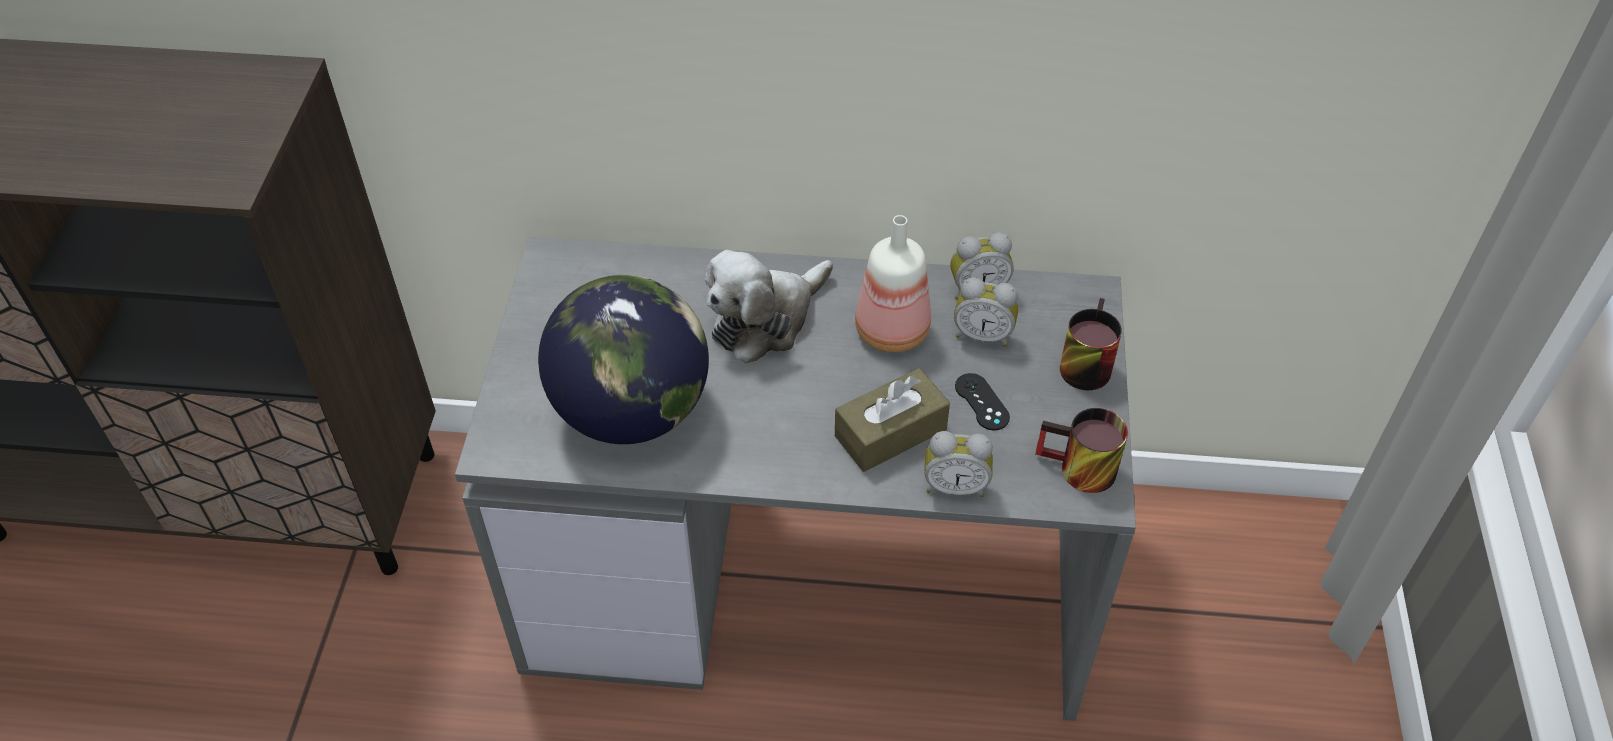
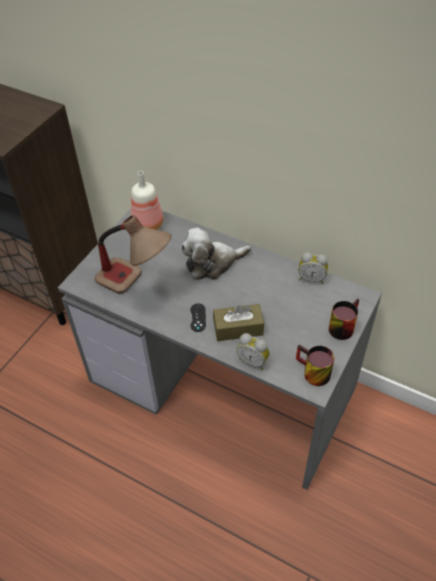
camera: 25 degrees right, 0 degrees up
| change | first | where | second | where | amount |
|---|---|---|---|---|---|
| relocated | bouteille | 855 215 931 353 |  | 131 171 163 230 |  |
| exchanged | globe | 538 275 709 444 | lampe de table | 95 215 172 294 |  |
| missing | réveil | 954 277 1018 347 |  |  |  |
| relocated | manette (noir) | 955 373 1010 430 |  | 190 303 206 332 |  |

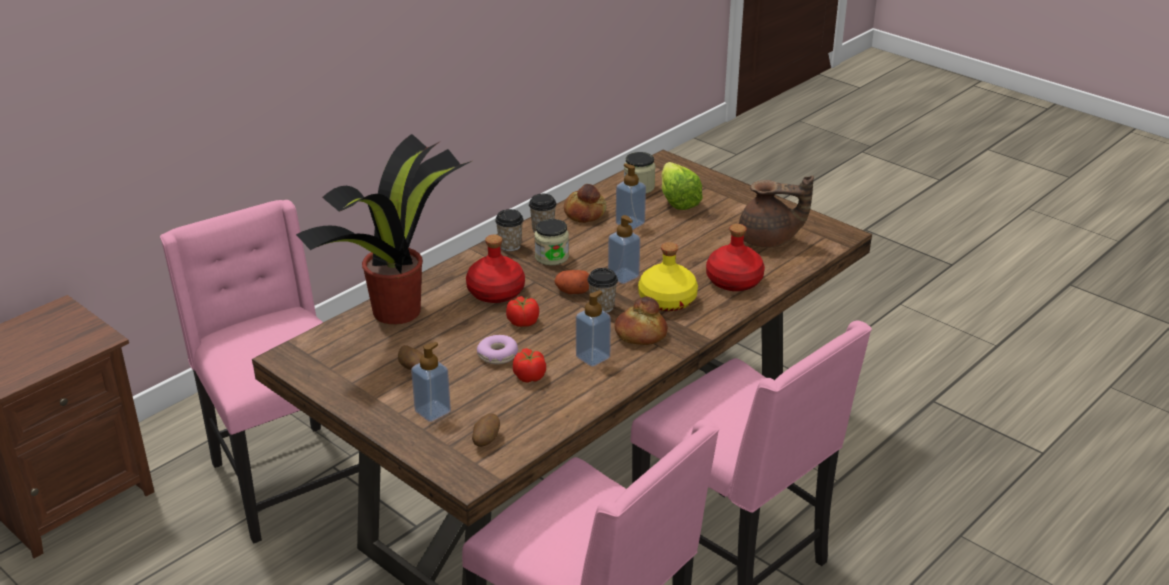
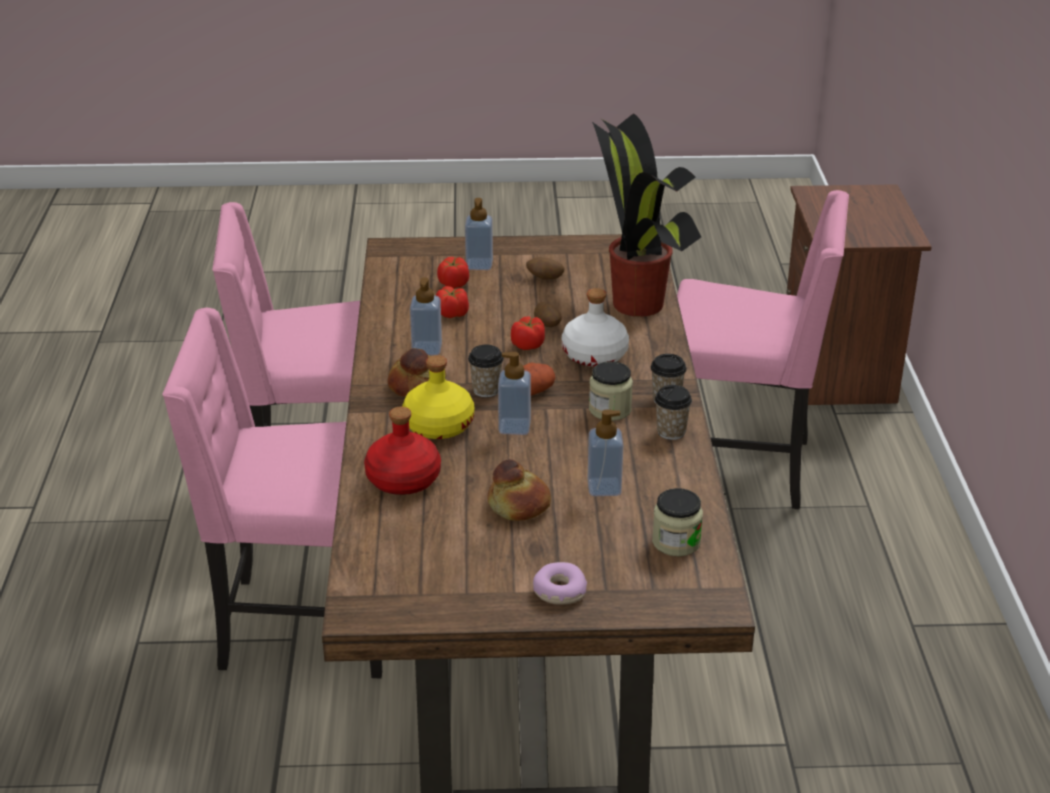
camera: 135 degrees right, 0 degrees up
| change | first | where | second | where | amount |
|---|---|---|---|---|---|
| missing | laitue | 661 162 703 210 |  |  |  |
| missing | théière (marron) | 739 175 814 248 |  |  |  |
| relocated | pain | 564 184 607 223 |  | 488 459 551 521 |  |
| colour | bouteille (rouge) | 466 235 525 303 | bouteille (blanc) | 562 288 629 367 |  |
| relocated | beignet | 477 335 518 364 |  | 533 562 587 605 |  |
| relocated | pomme de terre | 472 413 500 447 |  | 534 302 562 327 |  |
| appeared |  |  | tomate | 437 257 469 289 |  |

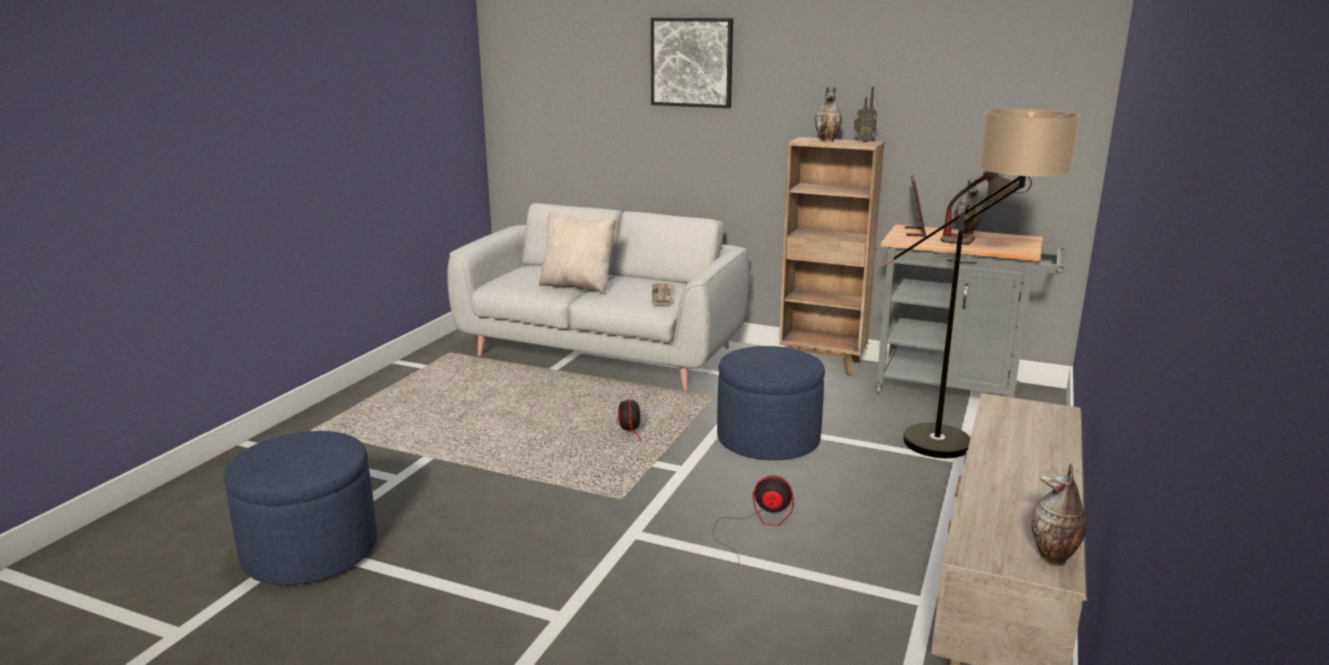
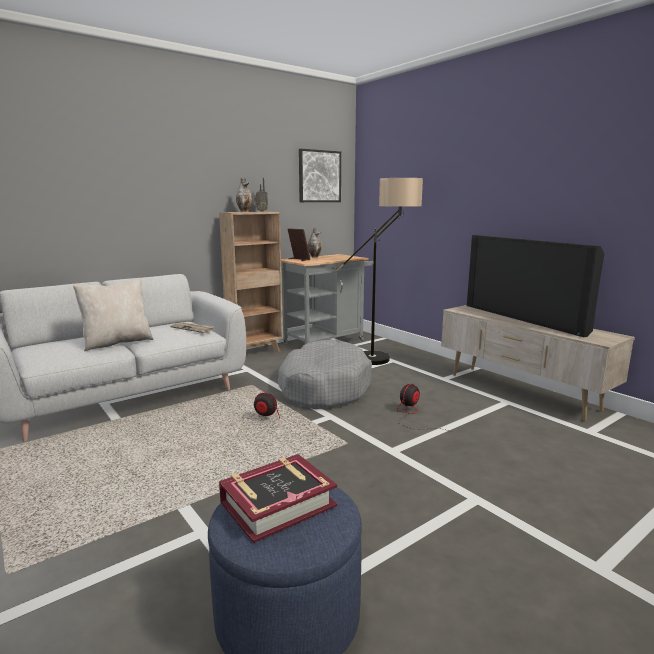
camera: 60 degrees left, 5 degrees down
| change | first | where | second | where | amount |
|---|---|---|---|---|---|
| relocated | tableau | 651 18 733 108 |  | 299 149 341 202 |  |
| missing | lampe de table | 940 171 1019 245 |  |  |  |
| exchanged | pouf (bleu) | 717 346 825 460 | panier pour chien (gris) | 278 339 372 409 |  |
| missing | vase | 1031 463 1087 566 |  |  |  |
| appeared |  |  | téléviseur | 467 235 605 337 |  |
| appeared |  |  | livre | 219 454 337 543 |  |

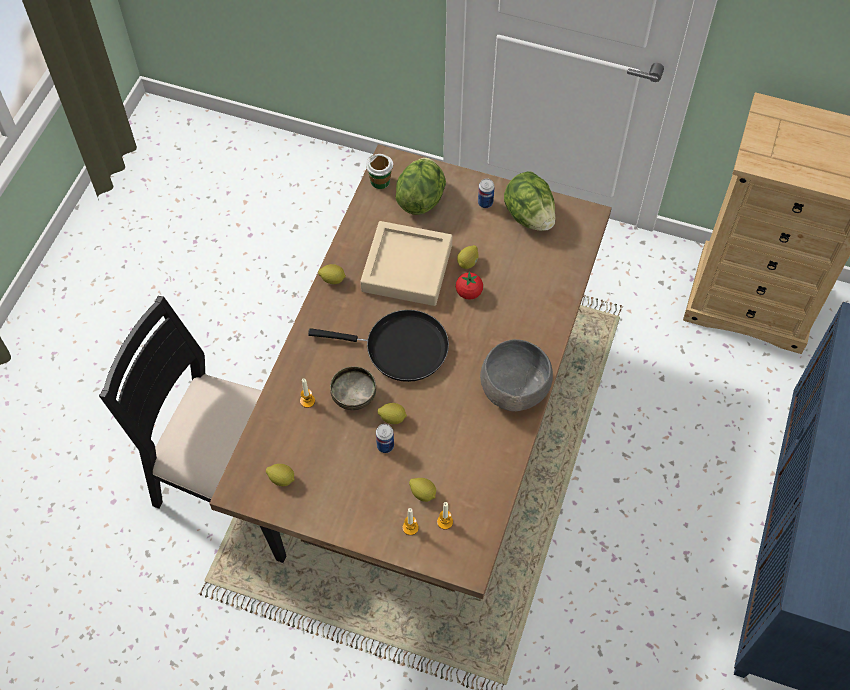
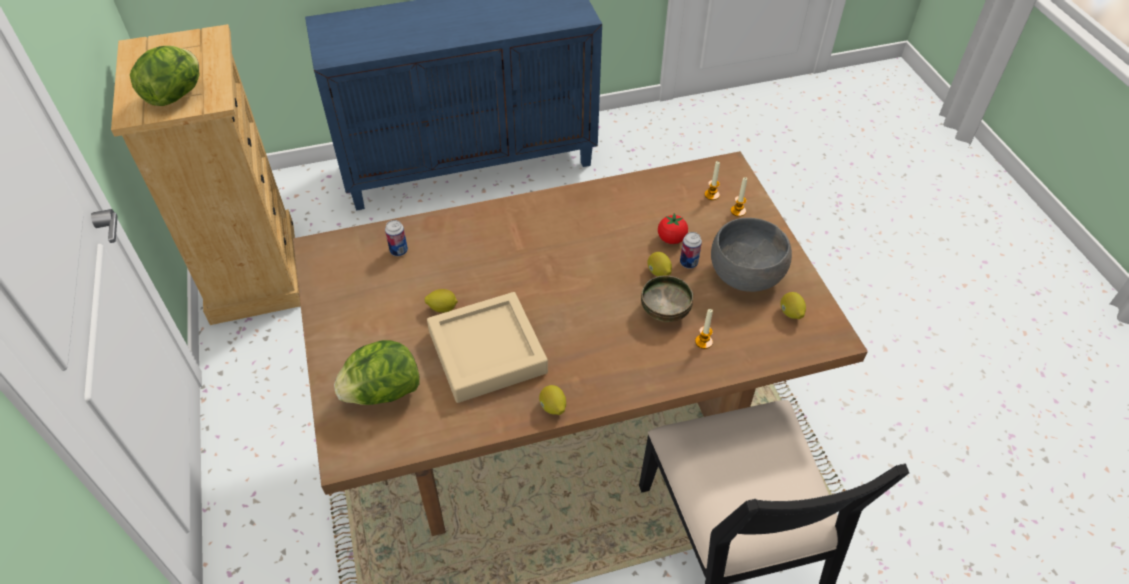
camera: 125 degrees left, 10 degrees down
| change | first | where | second | where | amount |
|---|---|---|---|---|---|
| missing | tasse | 366 154 393 189 |  |  |  |
| relocated | laitue | 504 171 556 231 |  | 130 46 200 106 |  |
| relocated | boîte métallique | 478 178 495 208 |  | 385 220 408 256 |  |
| relocated | tomate | 456 271 483 300 |  | 658 213 688 244 |  |
| missing | poêle (noir) | 308 310 449 382 |  |  |  |
| relocated | bol (gris) | 480 339 553 411 |  | 711 218 792 292 |  |
| missing | citron | 409 478 436 502 |  |  |  |

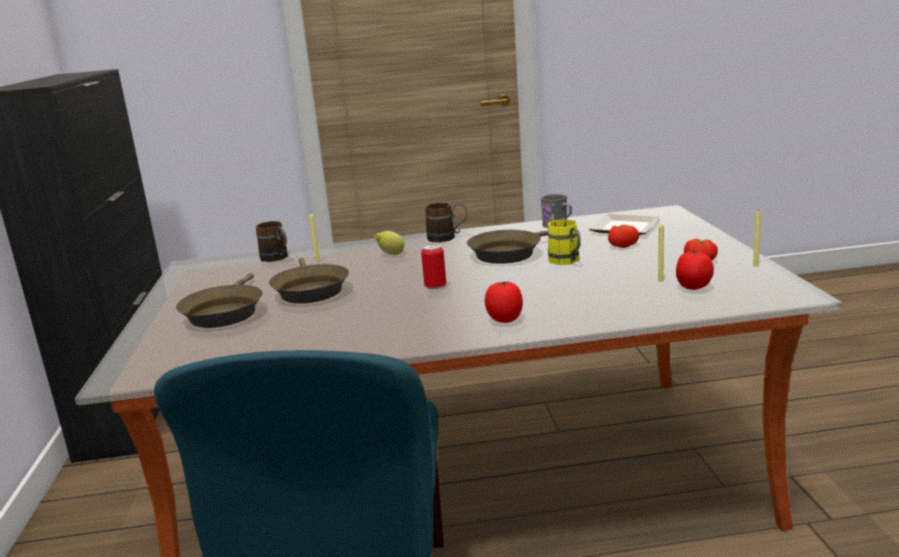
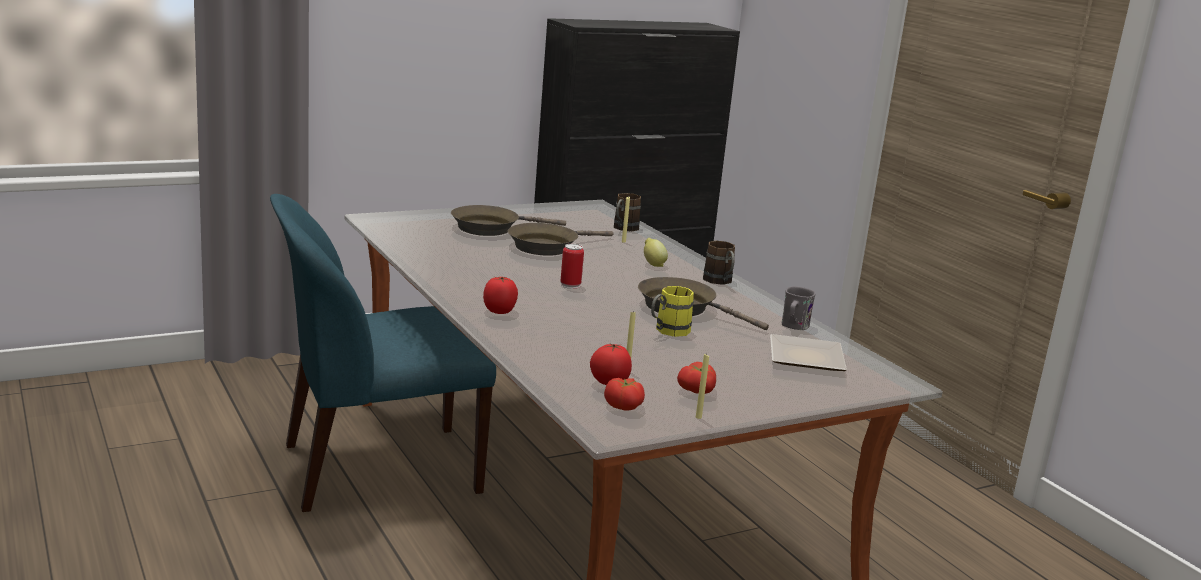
camera: 65 degrees right, 0 degrees up
| change | first | where | second | where | amount |
|---|---|---|---|---|---|
| relocated | tomate | 608 225 639 248 |  | 604 378 645 411 |  |

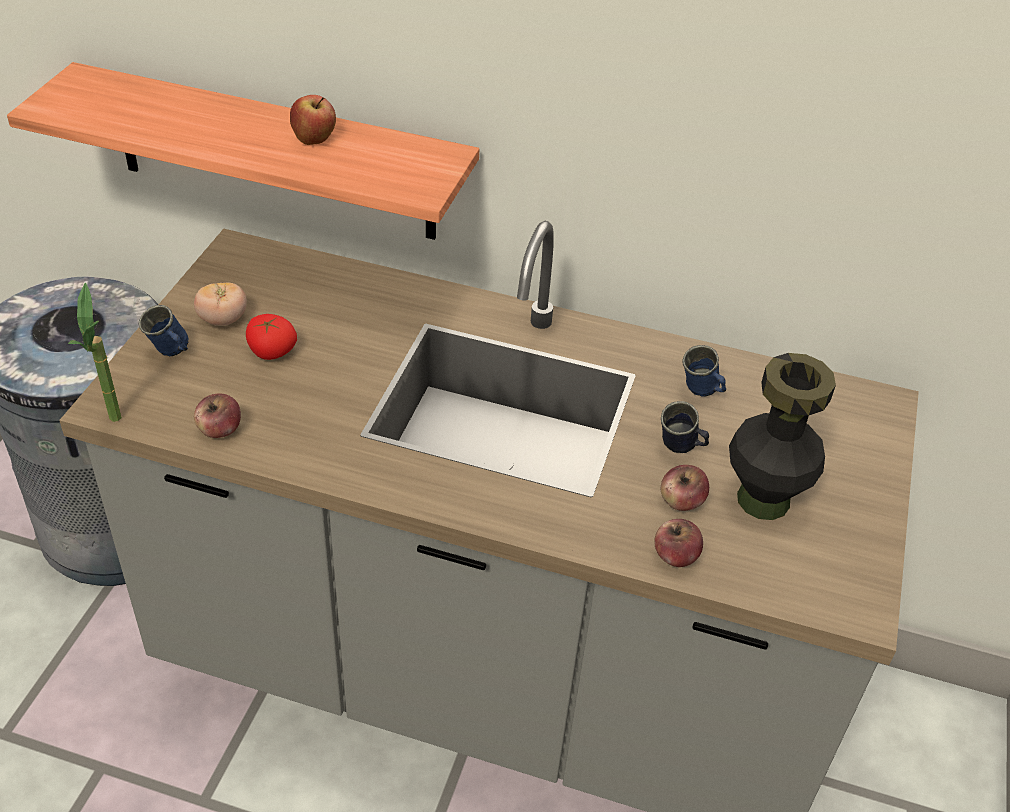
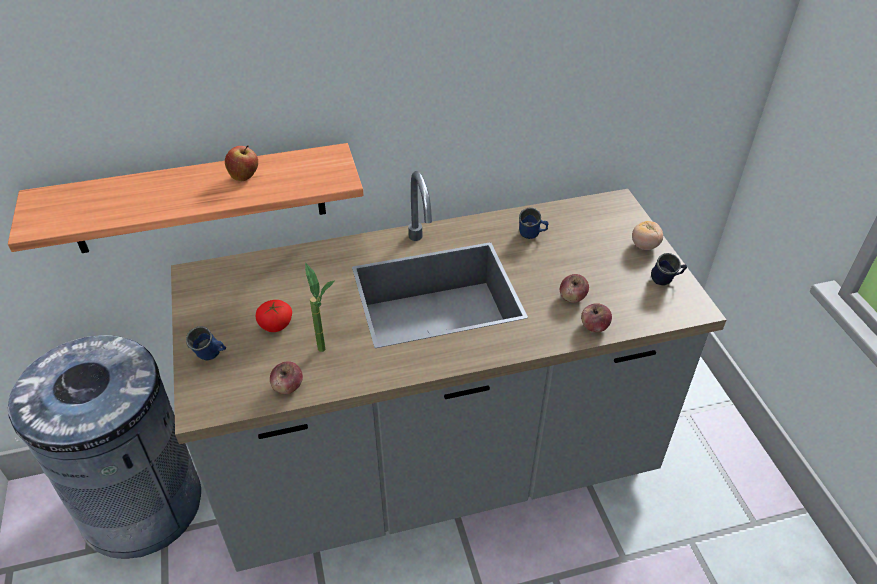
camera: 30 degrees left, 0 degrees up
| change | first | where | second | where | amount |
|---|---|---|---|---|---|
| relocated | plante en pot | 68 283 122 422 |  | 305 263 335 352 |  |
| relocated | tomate | 194 283 247 326 |  | 632 221 663 250 |  |
| missing | vase (noir) | 729 353 836 520 |  |  |  |
| relocated | mug (bleu) | 661 401 709 453 |  | 651 253 687 286 |  |

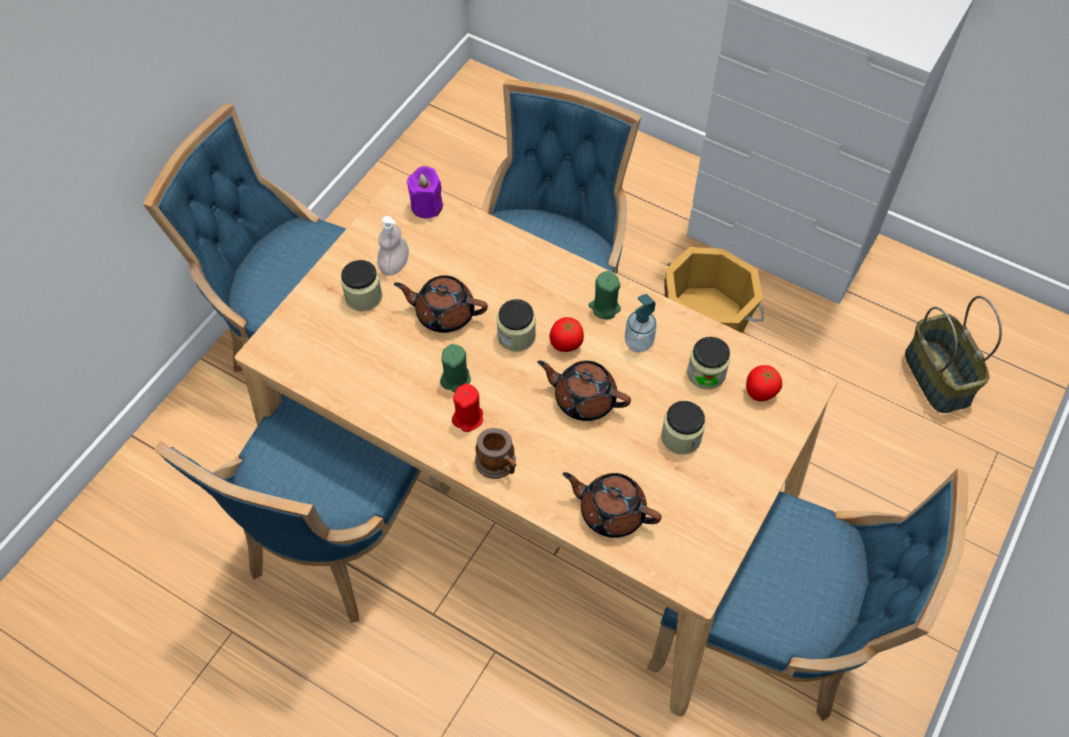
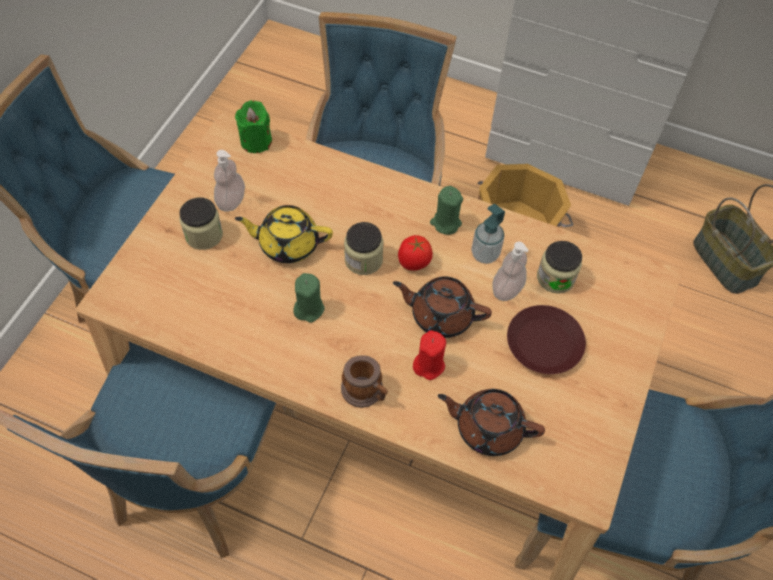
camera: 10 degrees left, 0 degrees up
| change | first | where | second | where | amount |
|---|---|---|---|---|---|
| colour | bougie (violet) | 407 166 443 219 | bougie (vert) | 235 100 272 153 |  |
| colour | théière (marron) | 394 275 488 333 | théière (jaune) | 235 205 333 263 |  |
| missing | tomate | 746 365 782 401 |  |  |  |
| relocated | bougie (rouge) | 452 383 483 432 |  | 413 330 446 380 |  |
| exchanged | bocal | 661 401 705 455 | assiette (marron) | 507 305 586 374 |  |
| appeared |  |  | distributeur de savon | 492 242 529 301 |  |

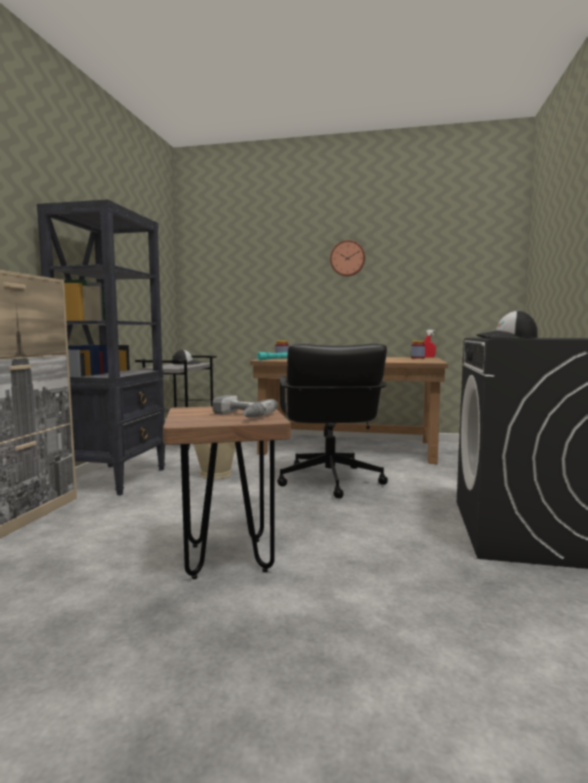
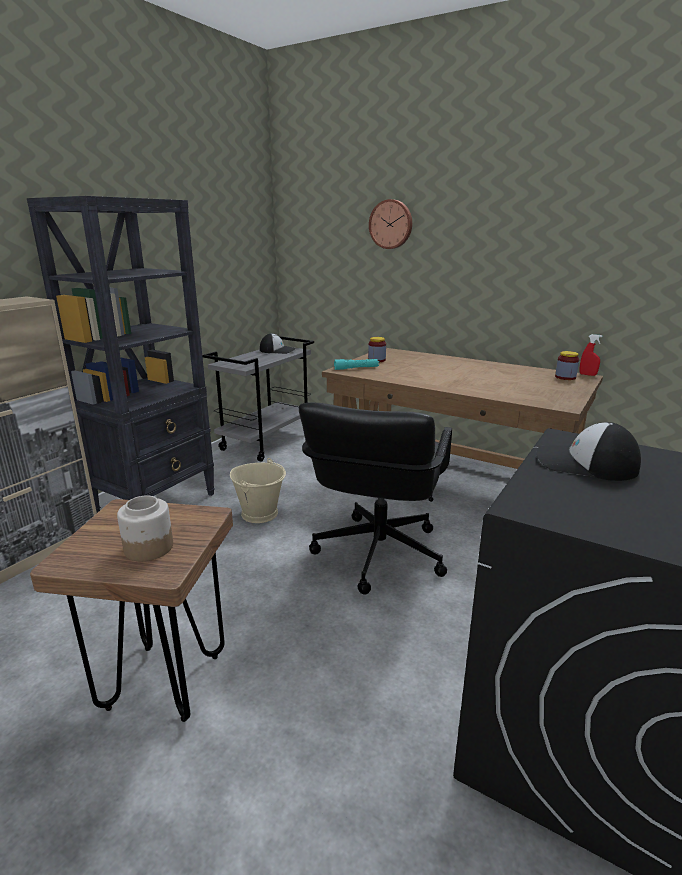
camera: 20 degrees right, 15 degrees up
| change | first | where | second | where | amount |
|---|---|---|---|---|---|
| relocated | horloge murale | 330 240 365 276 |  | 369 199 412 249 |  |
| exchanged | perceuse | 212 395 278 417 | bocal | 117 495 173 561 |  |

